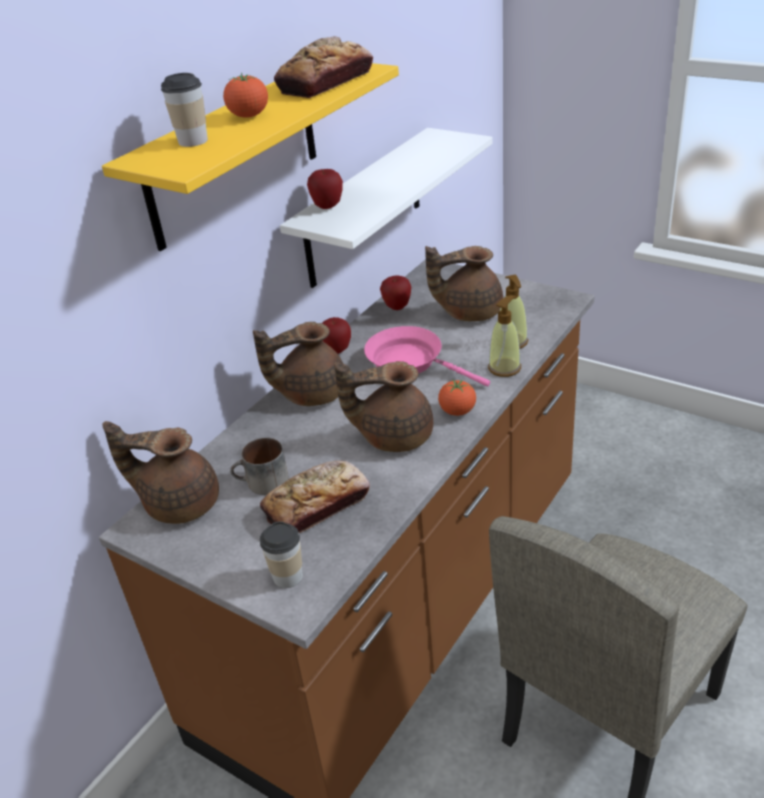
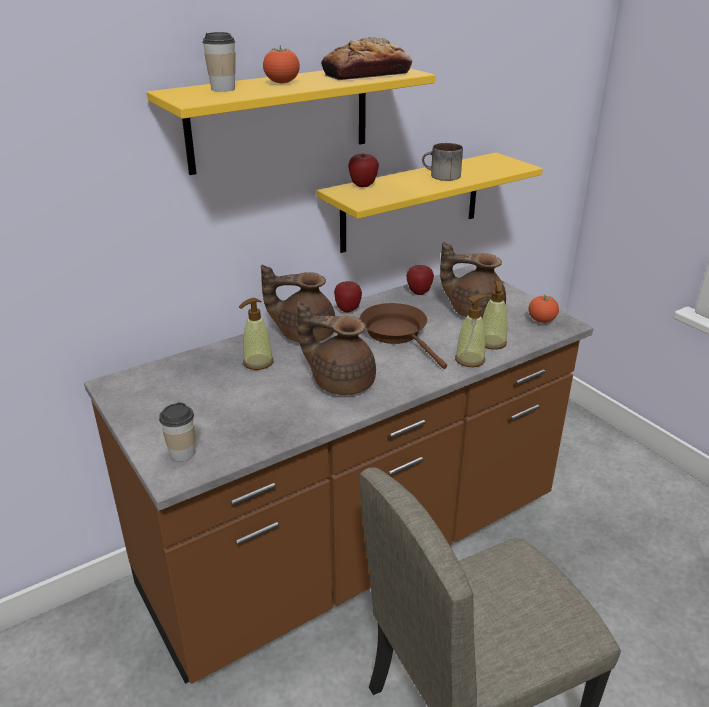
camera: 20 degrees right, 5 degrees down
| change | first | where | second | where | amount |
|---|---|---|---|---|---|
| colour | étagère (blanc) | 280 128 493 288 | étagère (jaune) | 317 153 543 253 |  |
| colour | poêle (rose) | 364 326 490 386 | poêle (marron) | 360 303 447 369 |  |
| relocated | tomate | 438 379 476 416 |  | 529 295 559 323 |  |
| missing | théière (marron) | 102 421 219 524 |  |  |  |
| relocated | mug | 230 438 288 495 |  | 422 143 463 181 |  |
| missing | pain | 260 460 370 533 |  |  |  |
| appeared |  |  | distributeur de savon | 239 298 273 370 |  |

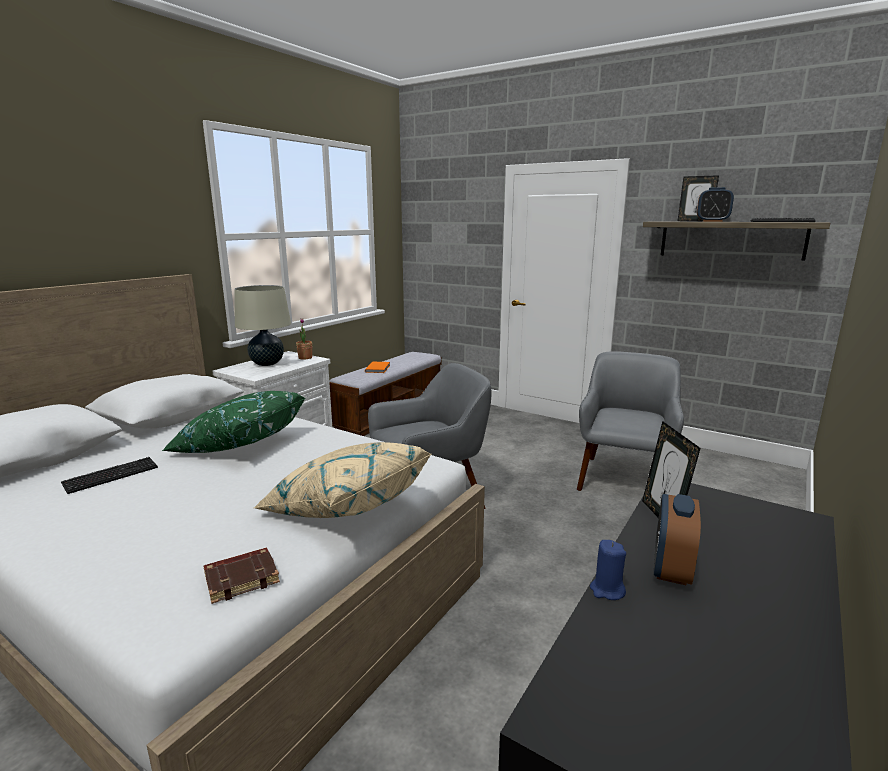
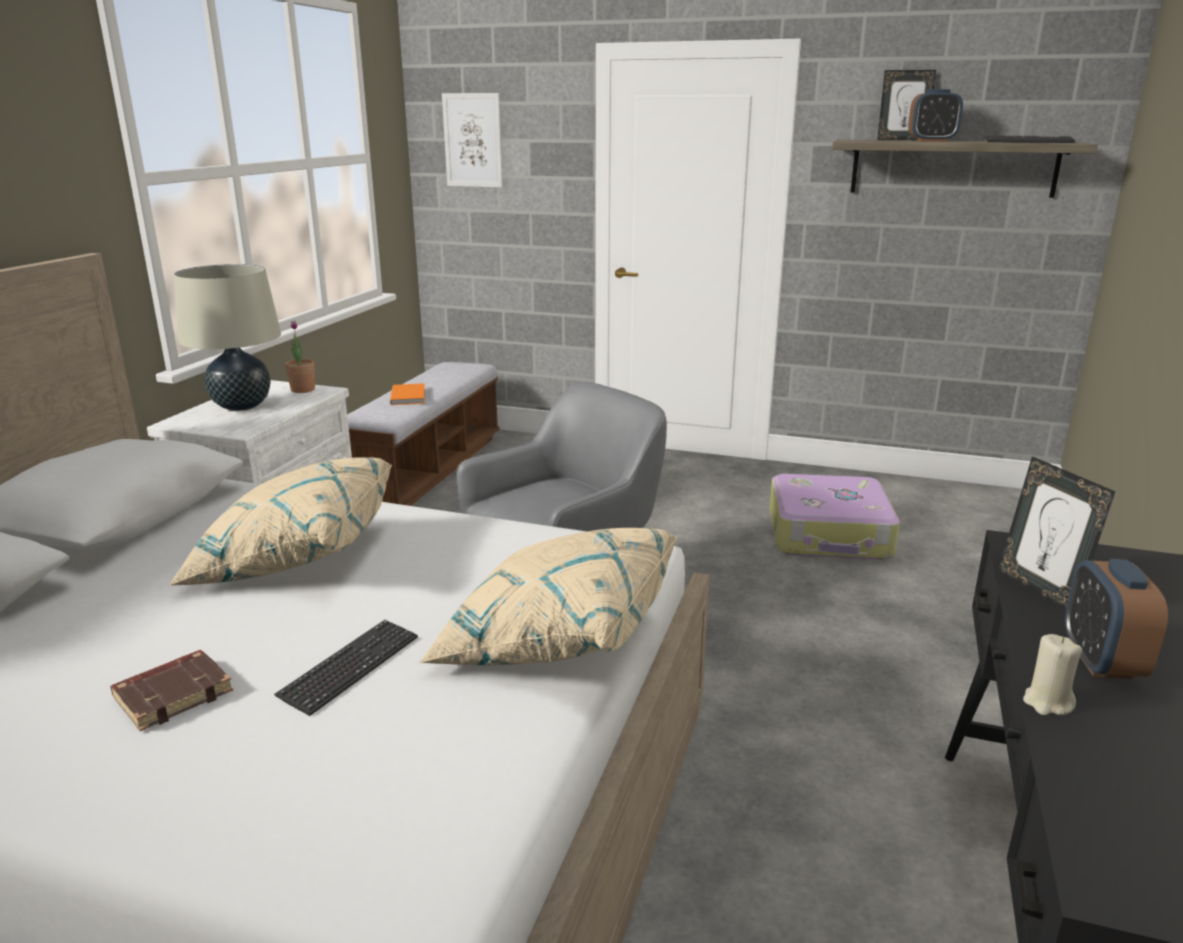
camera: 15 degrees left, 5 degrees up
| change | first | where | second | where | amount |
|---|---|---|---|---|---|
| exchanged | fauteuil (gris) | 577 351 684 491 | valise | 770 474 900 560 |  |
| colour | coussin (vert) | 162 391 306 453 | coussin (beige) | 168 457 392 586 |  |
| relocated | clavier | 61 457 158 494 |  | 274 620 418 716 |  |
| colour | bougie (bleu) | 590 540 626 600 | bougie (beige) | 1023 634 1082 715 |  |
| relocated | livre (marron) | 204 548 280 604 |  | 110 650 233 731 |  |
| appeared |  |  | tableau | 442 93 503 188 |  |

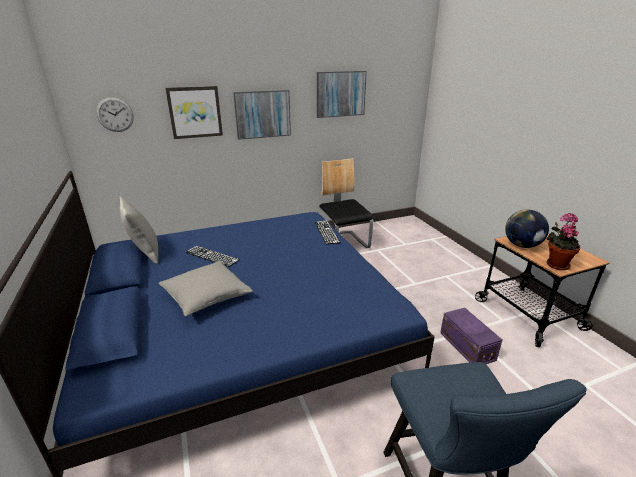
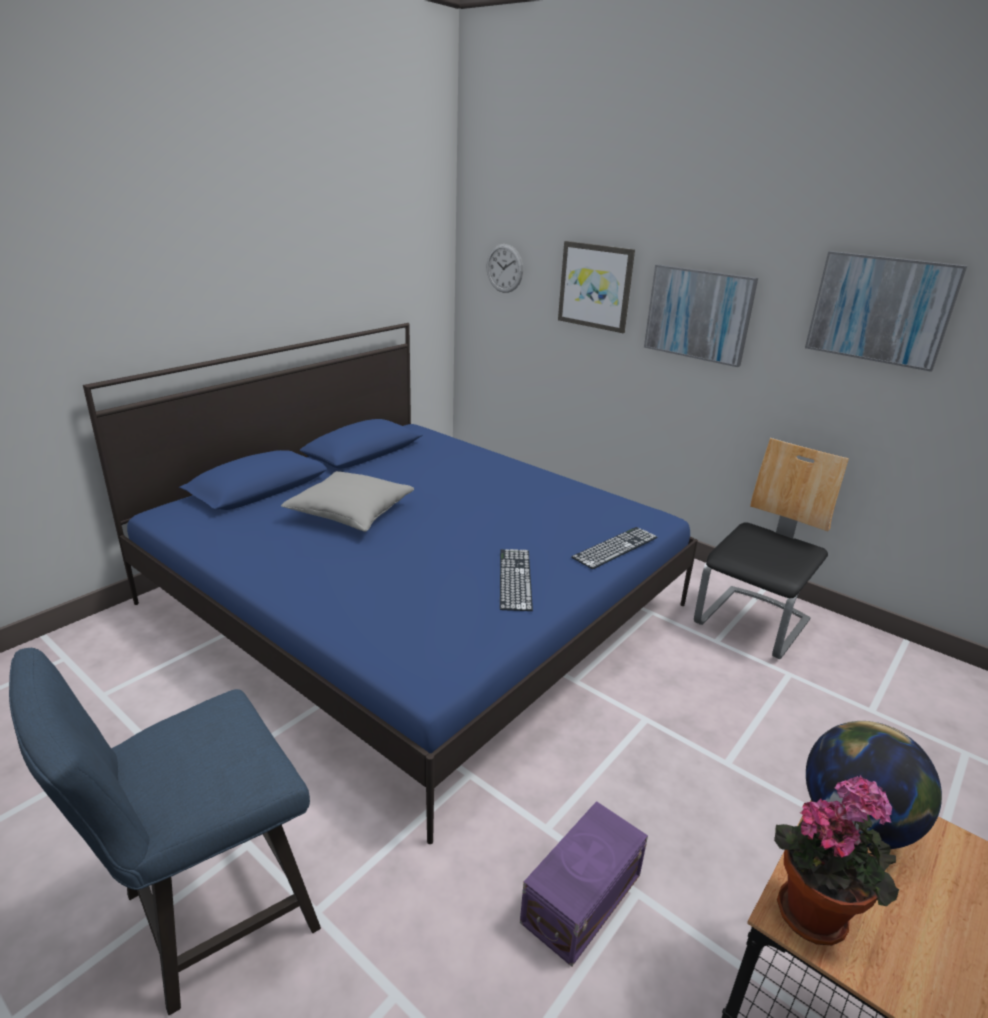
camera: 60 degrees right, 0 degrees up
| change | first | where | second | where | amount |
|---|---|---|---|---|---|
| missing | coussin (gris) | 120 196 158 264 |  |  |  |
| relocated | clavier | 185 246 240 267 |  | 500 549 533 611 |  |

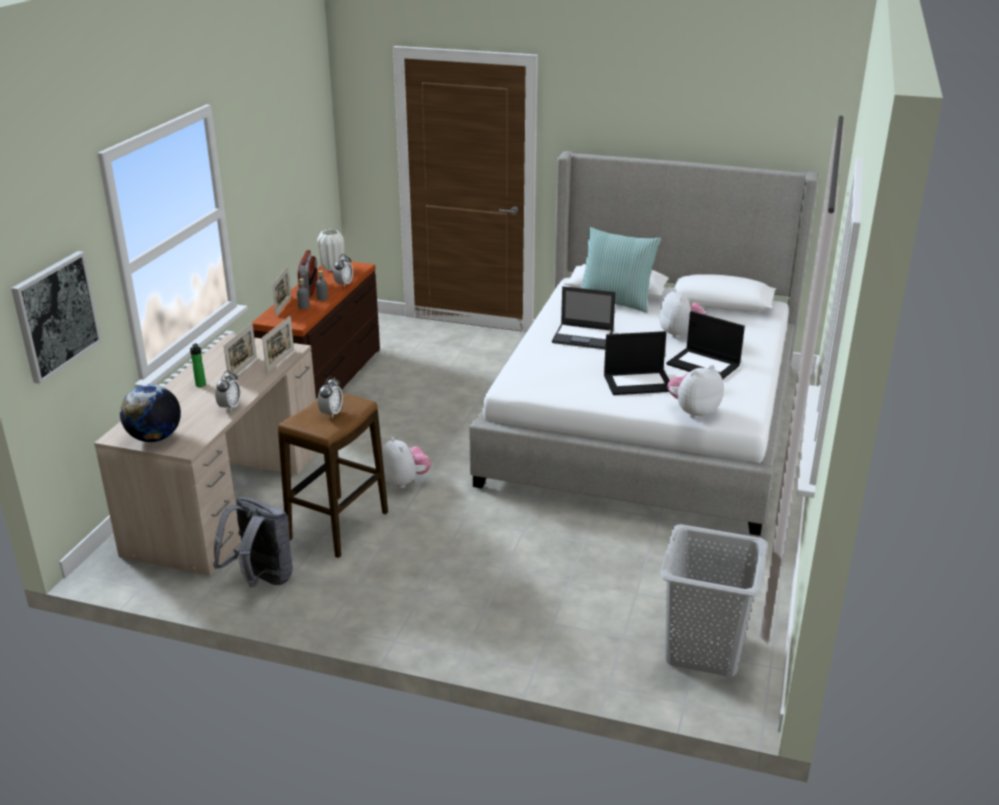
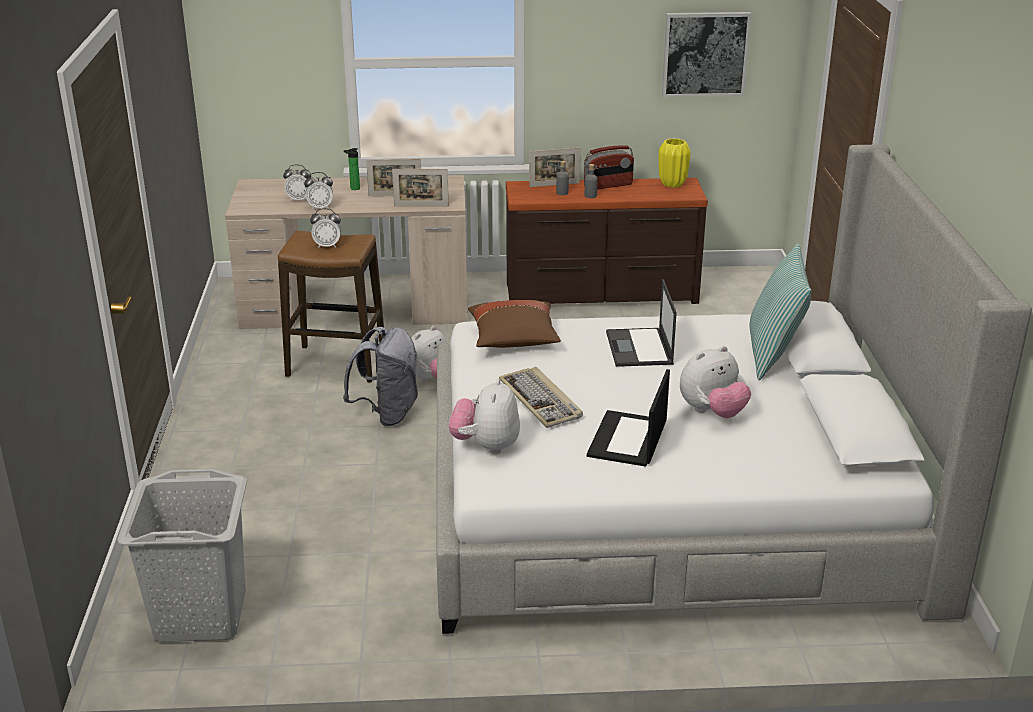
camera: 70 degrees right, 0 degrees up
| change | first | where | second | where | amount |
|---|---|---|---|---|---|
| colour | vase (blanc) | 317 229 344 271 | vase (jaune) | 659 138 691 188 |  |
| relocated | tableau | 11 251 102 384 |  | 662 12 751 97 |  |
| relocated | réveil | 333 254 353 287 |  | 283 164 311 201 |  |
| exchanged | ordinateur portable | 604 331 670 395 | clavier | 499 367 583 428 |  |
| spun | peluche | 667 365 724 419 |  | 449 378 520 454 | 120 degrees counterclockwise |
| missing | globe | 120 384 181 442 |  |  |  |
| relocated | sac à dos (gris) | 213 497 293 588 |  | 343 327 418 426 |  |
| appeared |  |  | coussin (marron) | 468 300 561 348 |  |

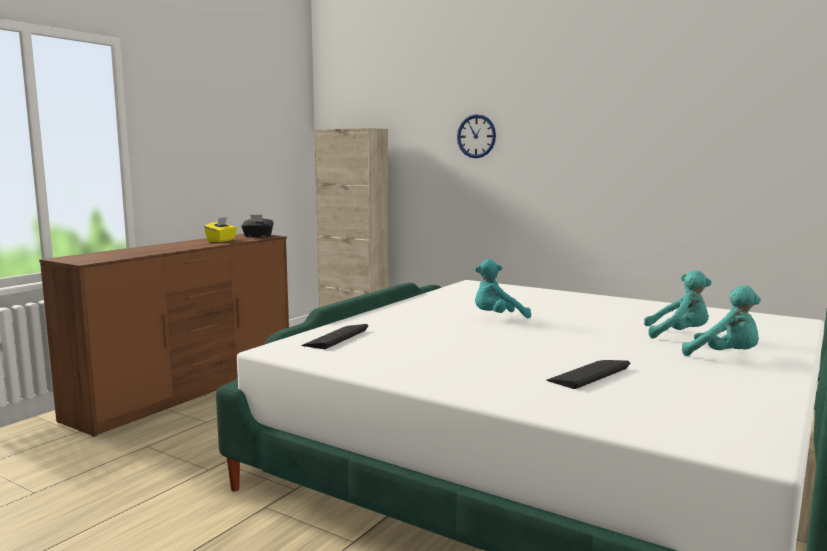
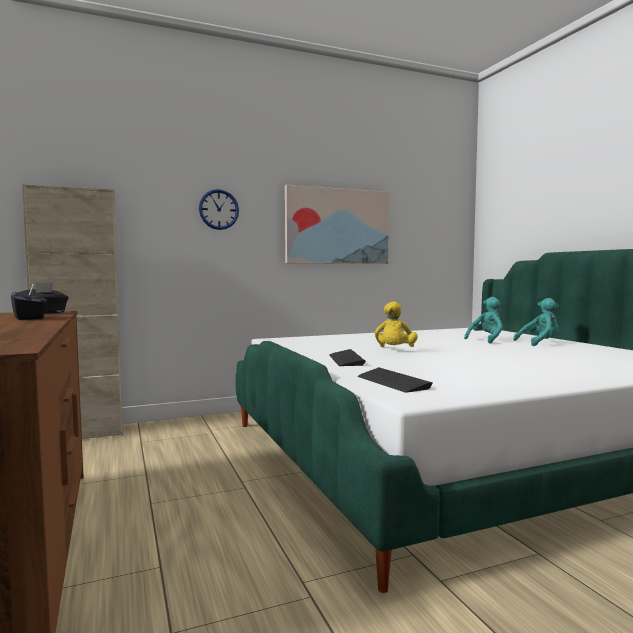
camera: 55 degrees left, 5 degrees down
| change | first | where | second | where | amount |
|---|---|---|---|---|---|
| colour | boîte à mouchoirs (jaune) | 204 217 237 242 | boîte à mouchoirs (noir) | 11 285 47 320 |  |
| colour | peluche (turquoise) | 475 259 531 318 | peluche (jaune) | 375 301 418 347 |  |
| relocated | clavier | 546 360 630 389 |  | 329 349 366 366 |  |
| appeared |  |  | tableau | 285 185 389 264 |  |

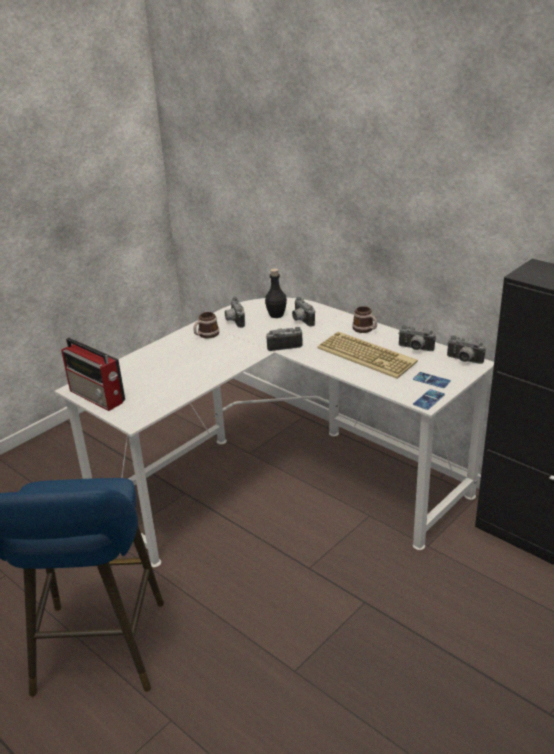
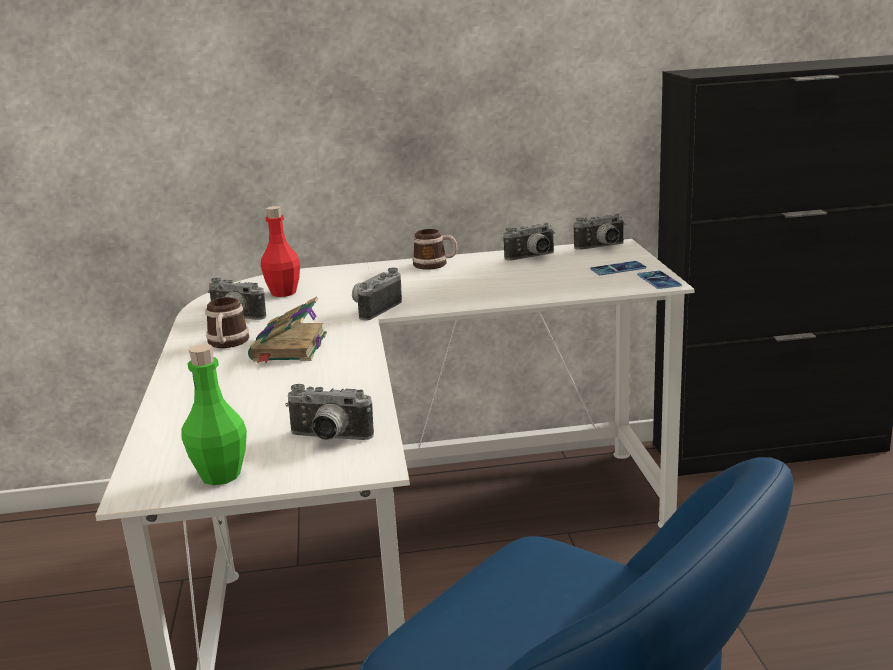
camera: 50 degrees left, 10 degrees down
| change | first | where | second | where | amount |
|---|---|---|---|---|---|
| colour | bouteille (noir) | 265 269 287 318 | bouteille (rouge) | 261 206 300 297 |  |
| relocated | appareil photo | 292 297 315 327 |  | 286 384 374 440 |  |
| missing | clavier | 318 332 418 379 |  |  |  |
| exchanged | radio | 61 338 125 411 | bouteille (vert) | 181 344 247 485 |  |
| appeared |  |  | livre | 248 297 327 363 |  |

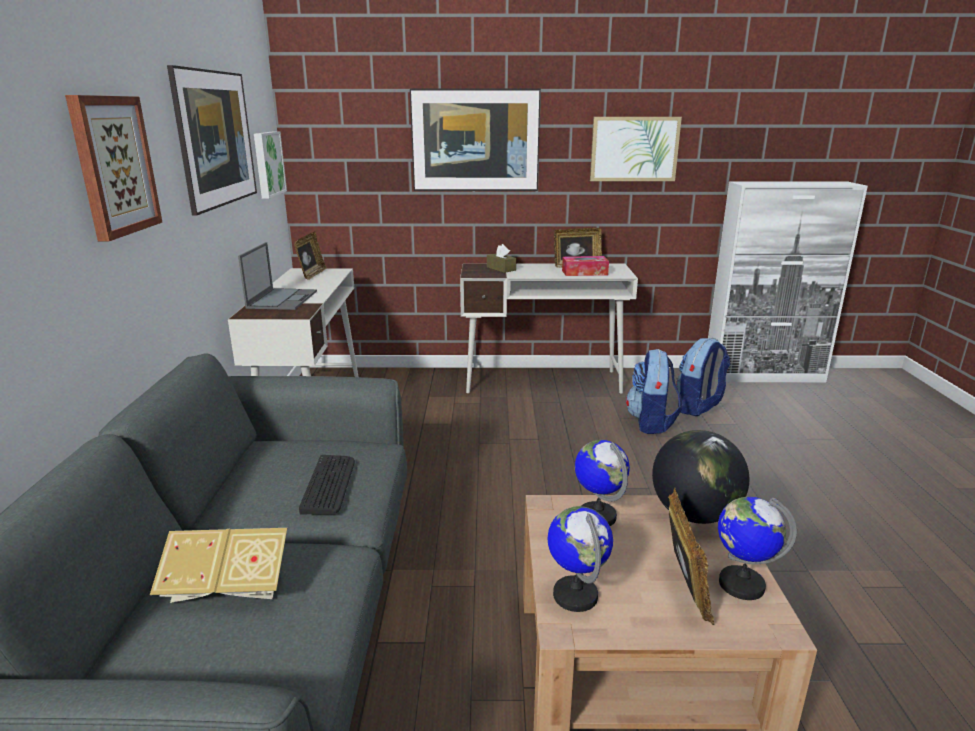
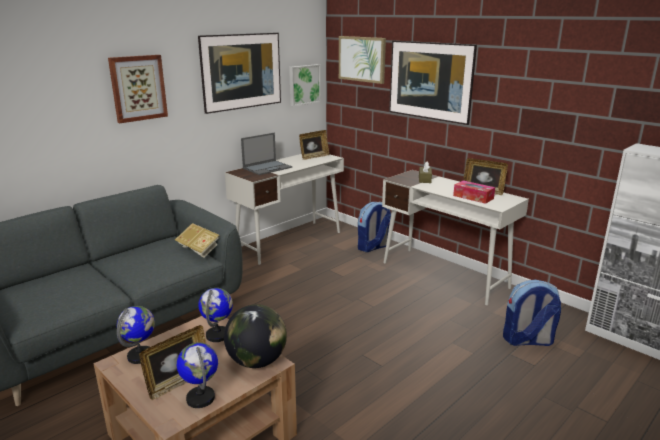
camera: 45 degrees right, 0 degrees up
| change | first | where | second | where | amount |
|---|---|---|---|---|---|
| relocated | tableau | 590 117 682 181 |  | 339 36 386 84 |  |
| relocated | sac à dos | 626 349 682 434 |  | 358 202 391 252 |  |
| missing | clavier | 299 455 355 514 |  |  |  |
| relocated | livre | 150 528 287 603 |  | 175 223 219 258 |  |

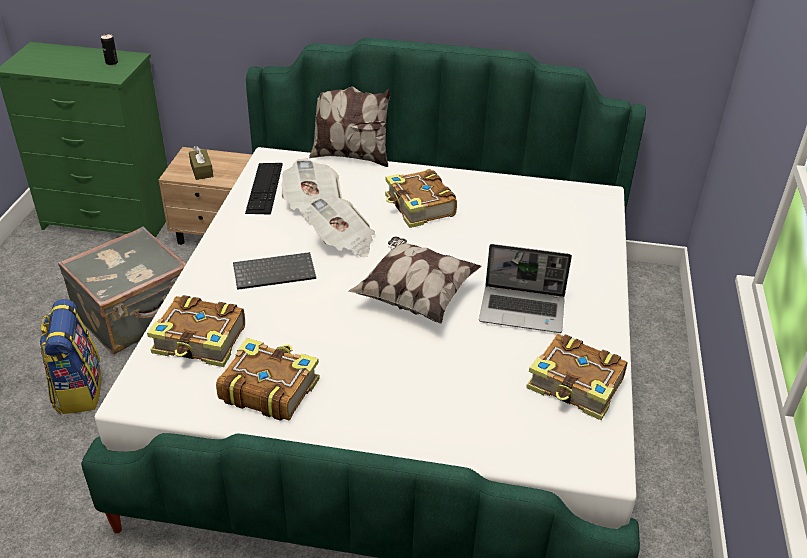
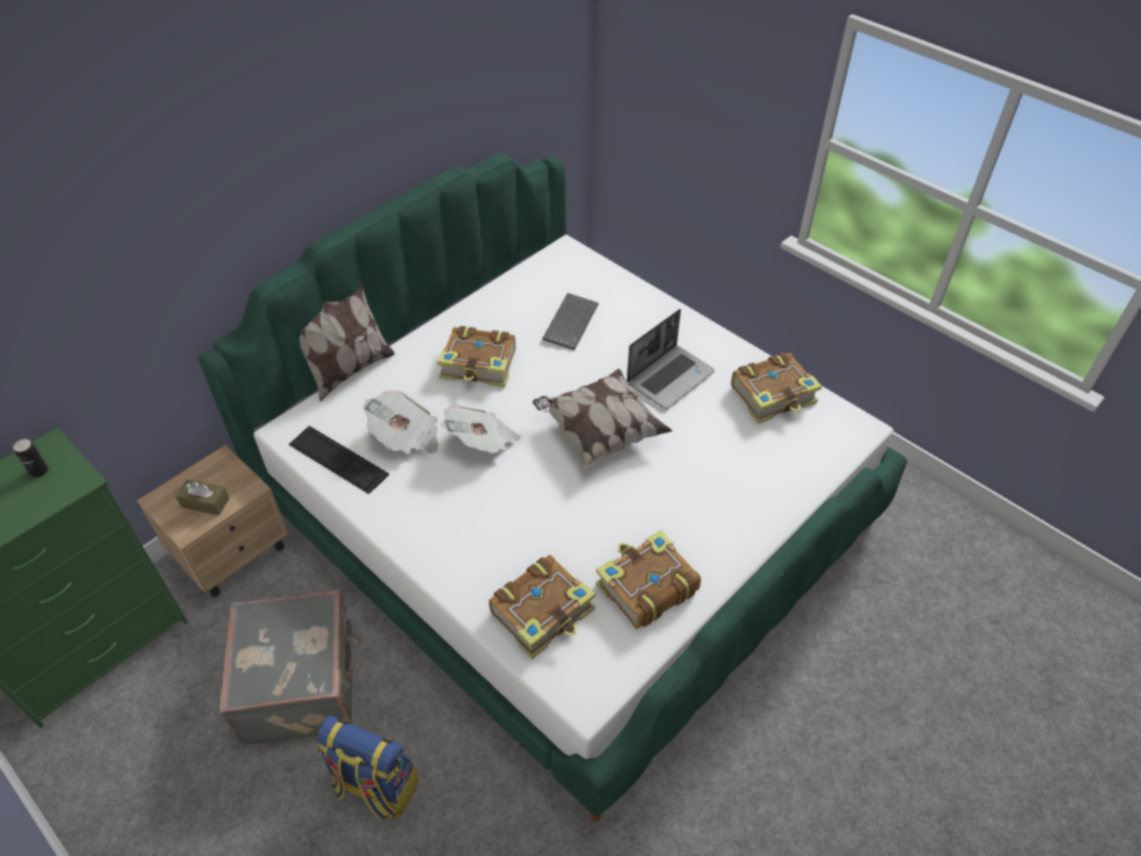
camera: 55 degrees left, 10 degrees up
| change | first | where | second | where | amount |
|---|---|---|---|---|---|
| relocated | clavier | 233 252 316 290 |  | 542 293 599 350 |  |

